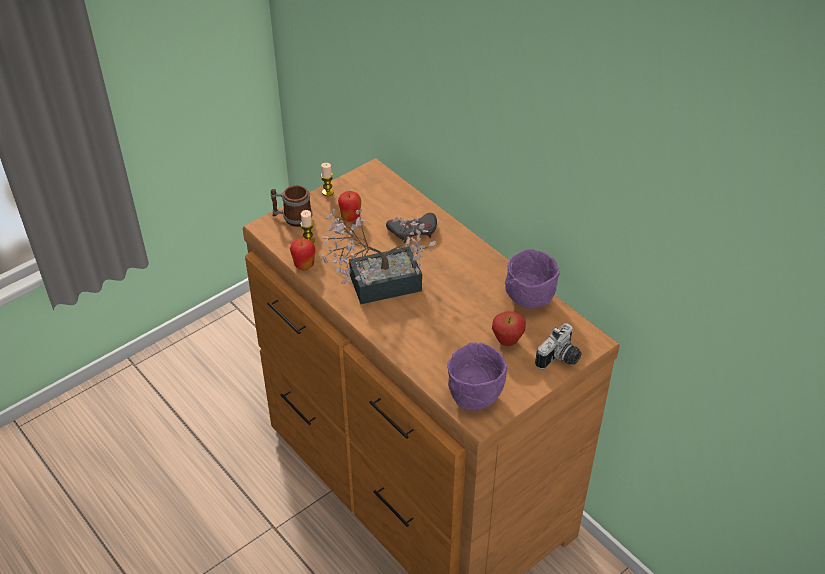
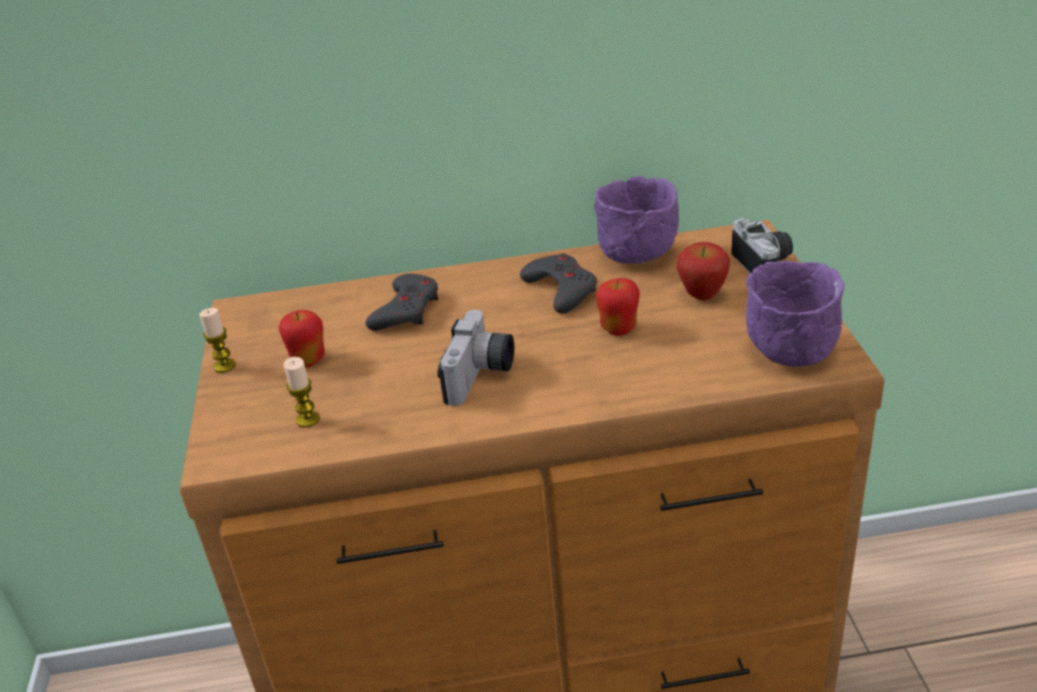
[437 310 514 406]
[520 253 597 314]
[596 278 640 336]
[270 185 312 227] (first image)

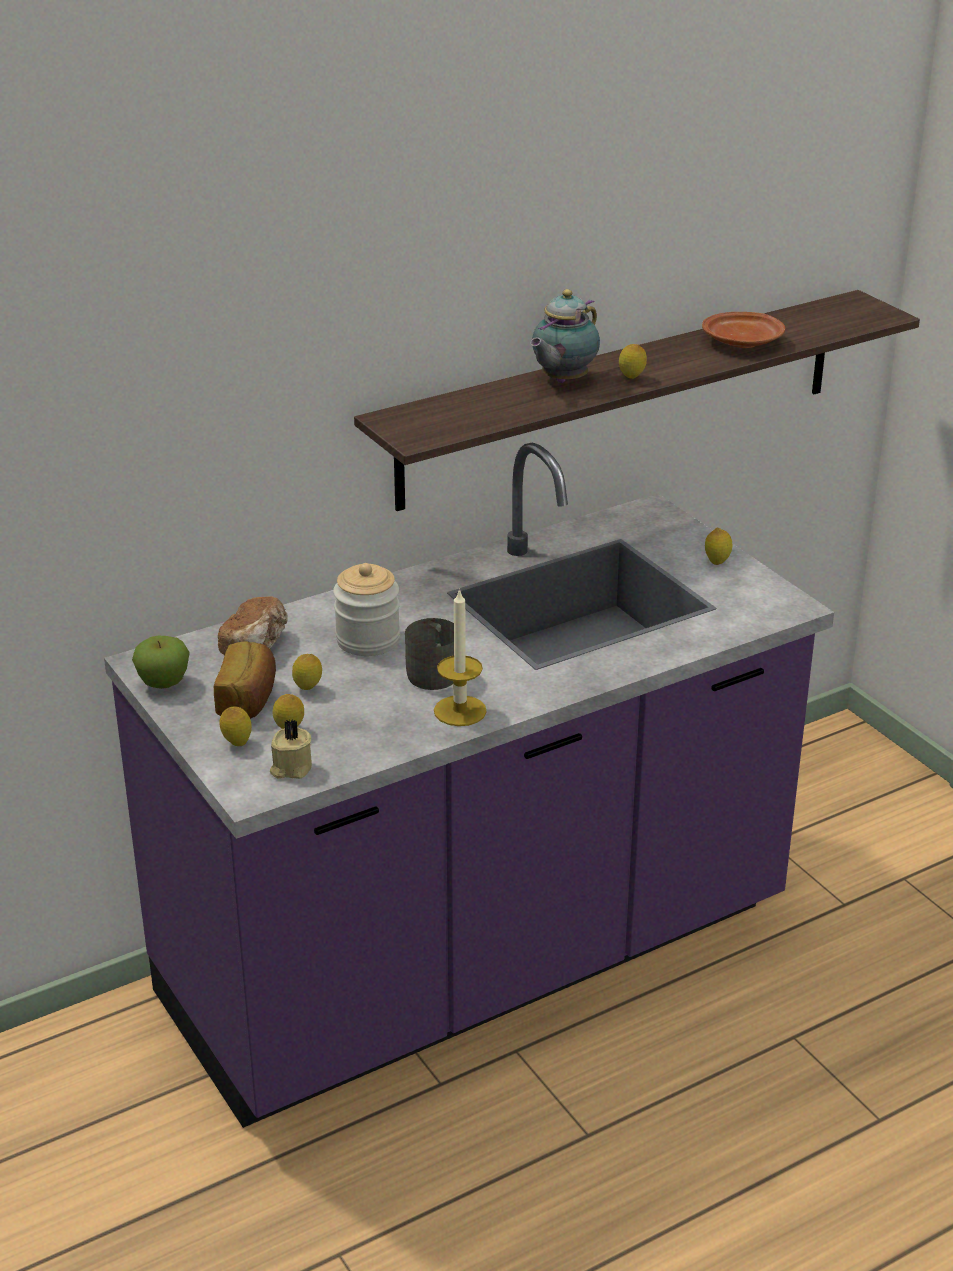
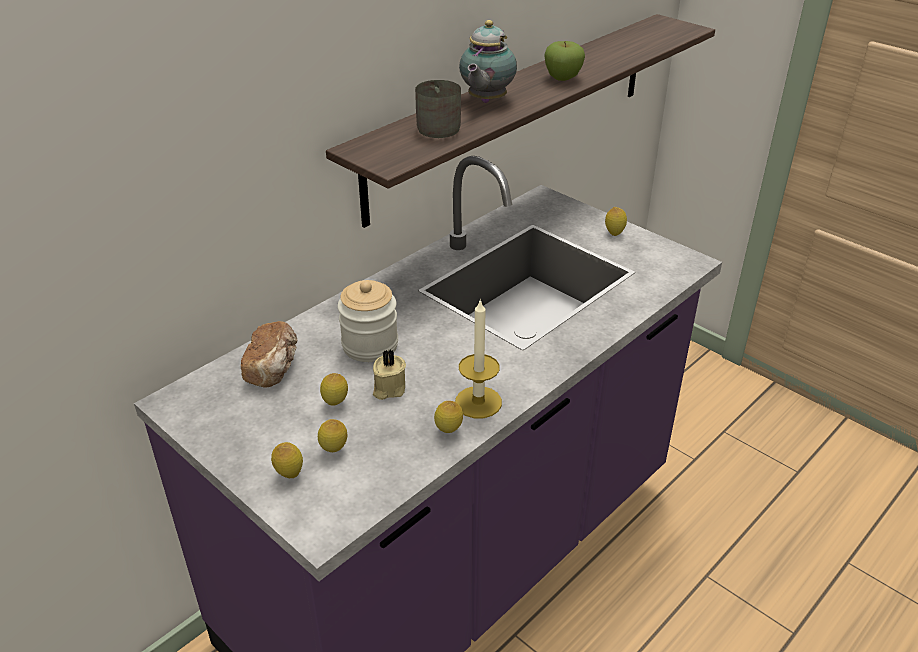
[373 350 406 400]
[415 80 461 138]
[434 401 463 433]
[544 41 585 81]
[214 641 276 719] (first image)
[702 312 785 348] (first image)

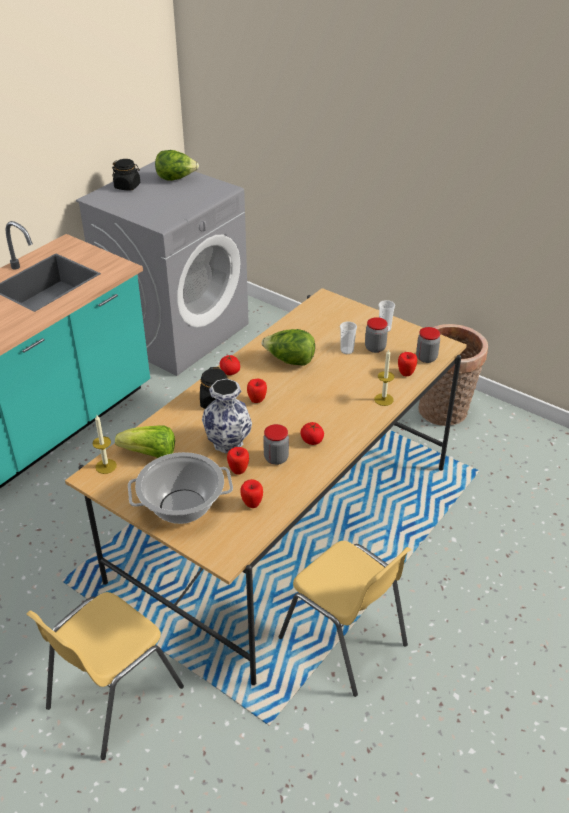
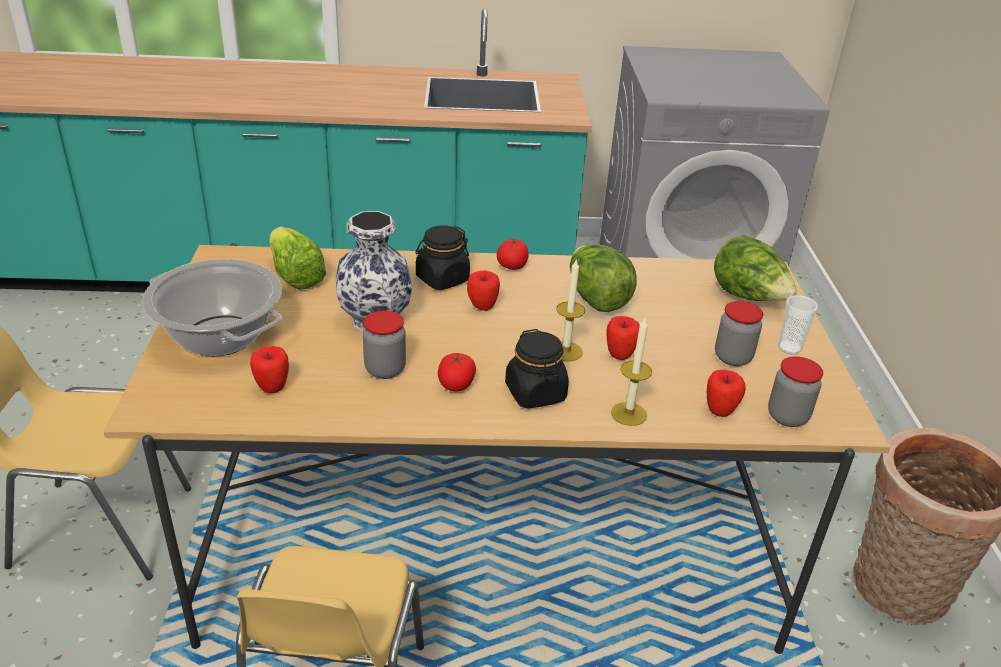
[505 329 569 409]
[557 258 585 362]
[607 316 640 360]
[714 235 797 301]
[340 321 357 354] (first image)

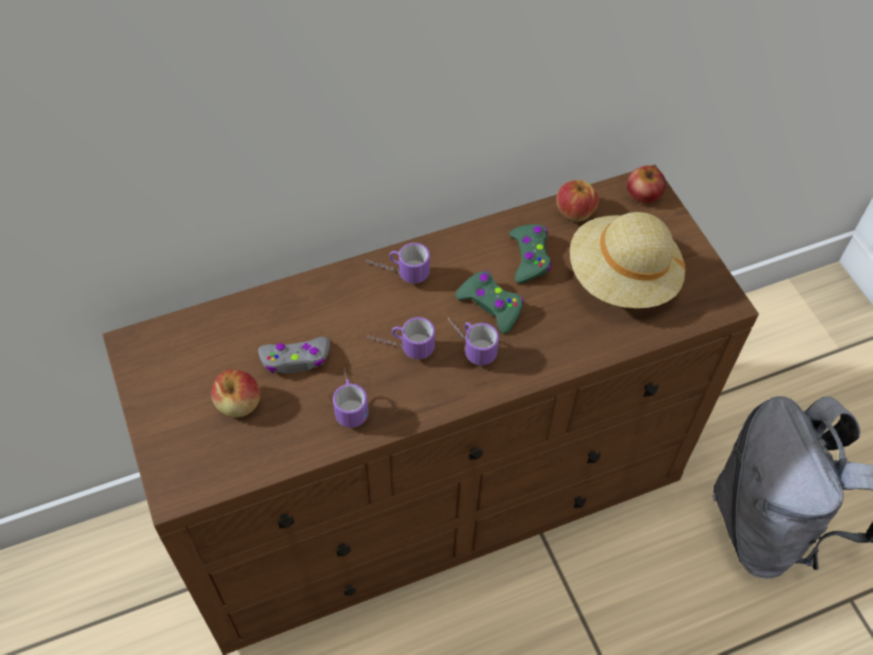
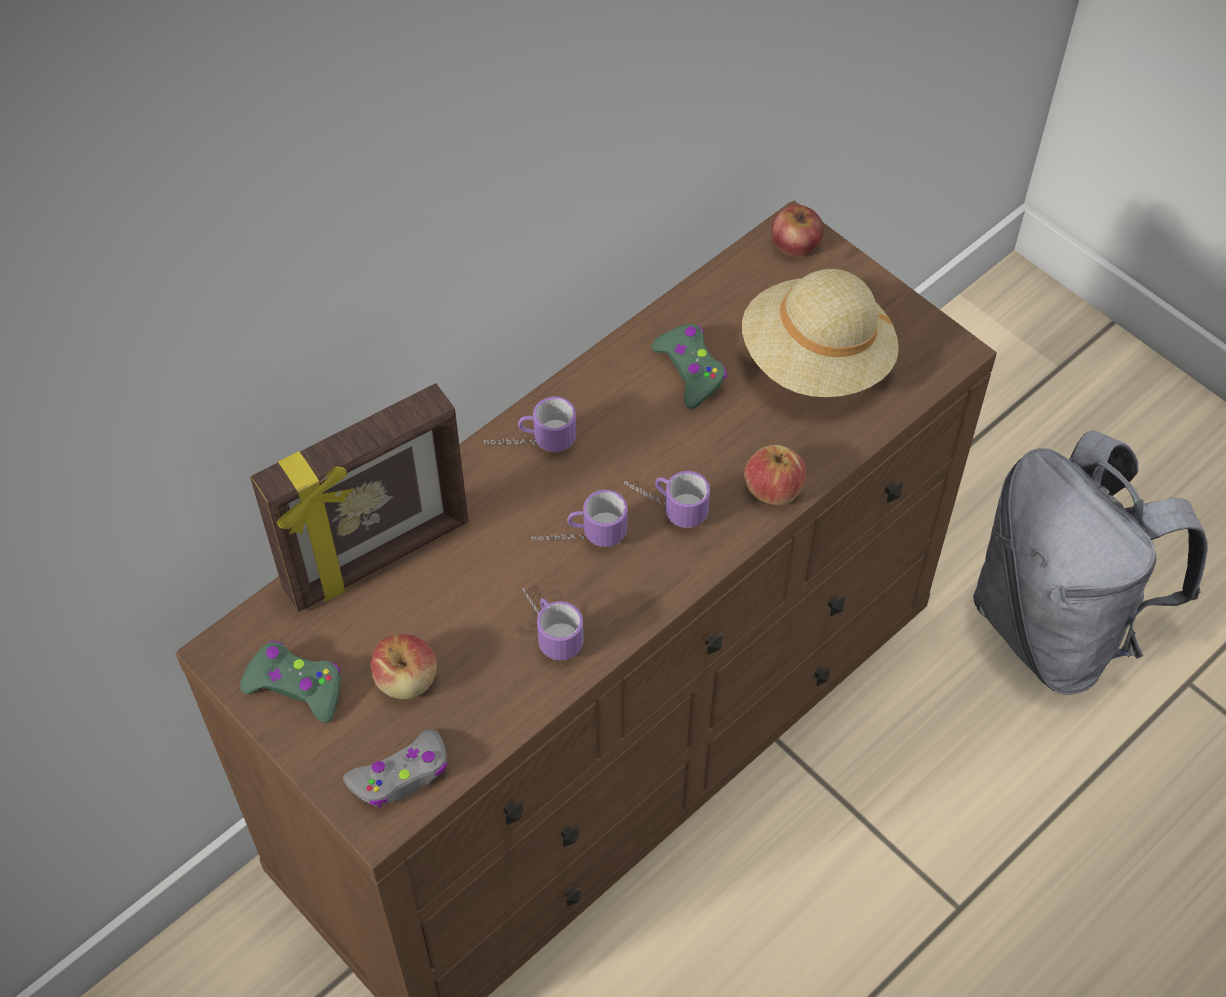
[240 641 341 723]
[250 383 469 612]
[343 729 447 808]
[744 445 806 505]

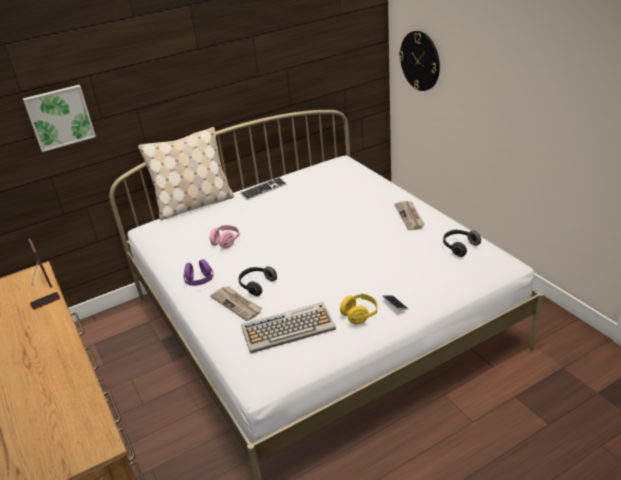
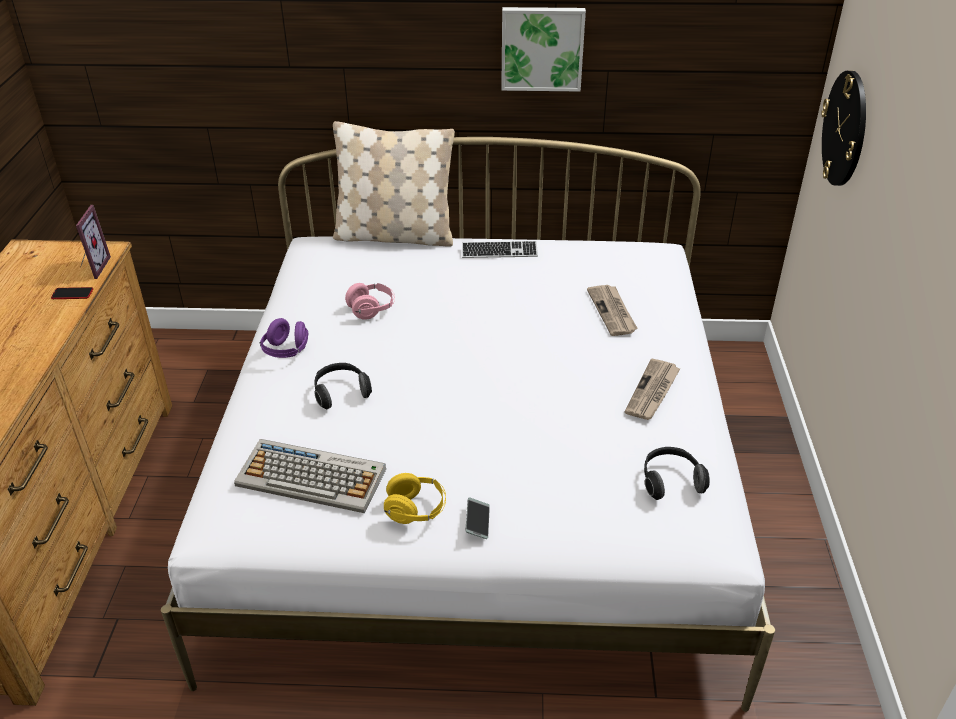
[501 7 586 91]
[587 285 637 336]

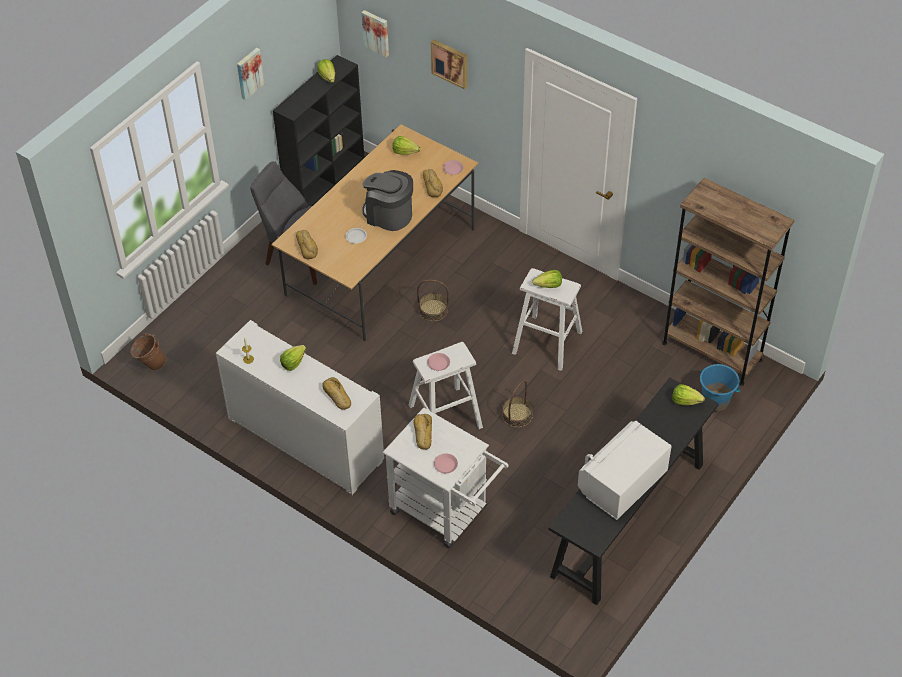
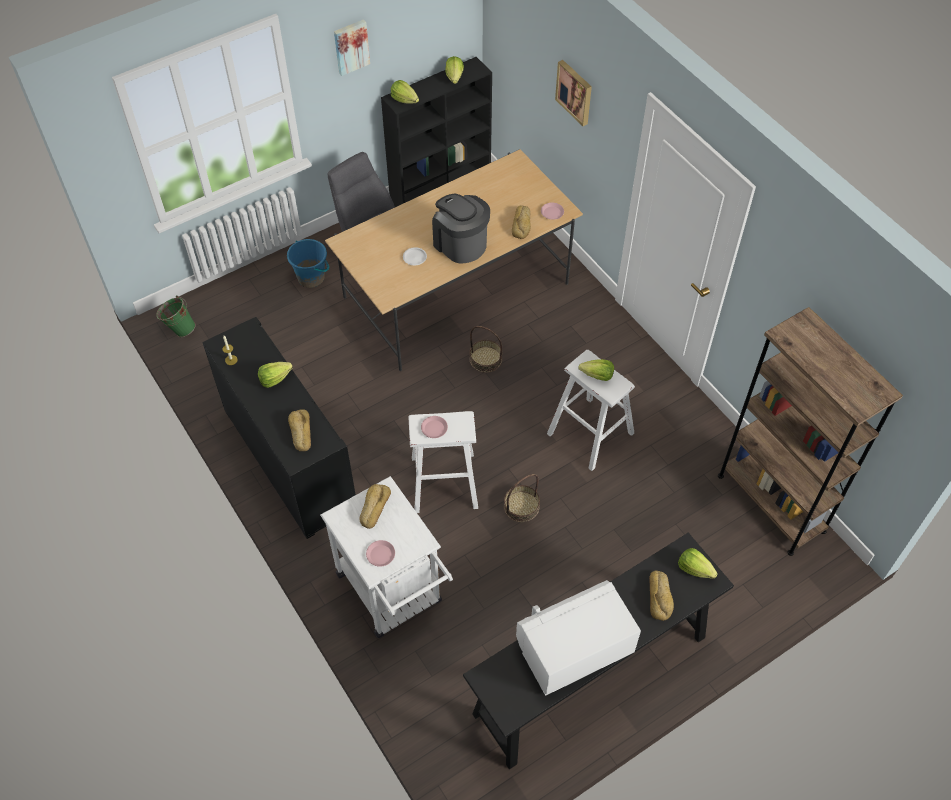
[156 296 196 337]
[202 317 356 539]
[287 239 329 288]
[391 80 419 103]
[649 571 674 621]
[362 10 389 57] (first image)

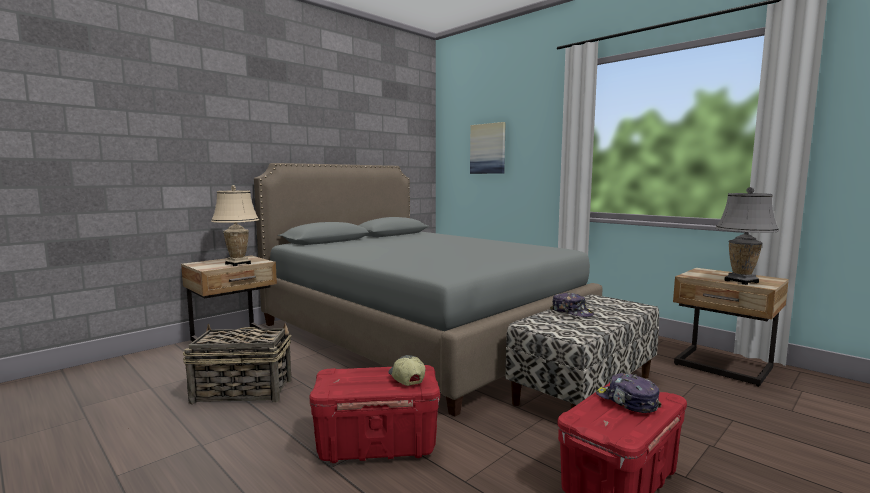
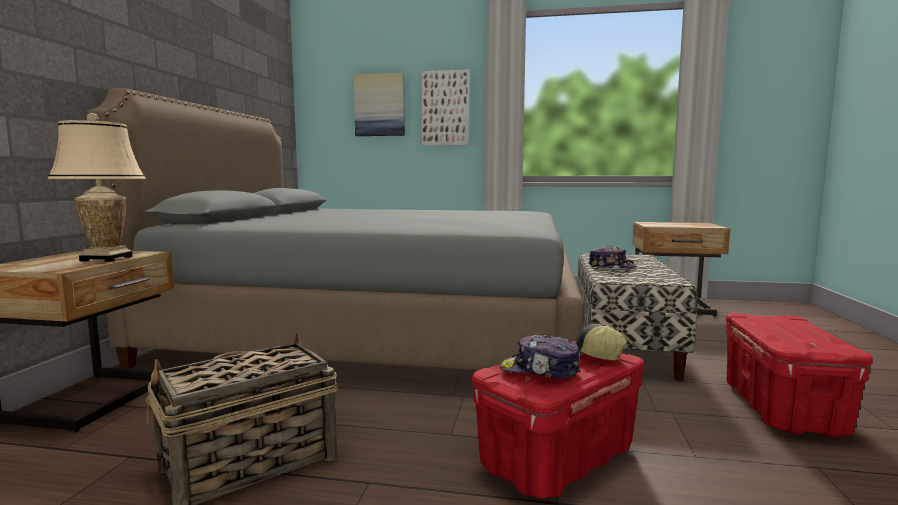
[421 70 470 146]
[500 334 580 379]
[716 187 779 285] (first image)

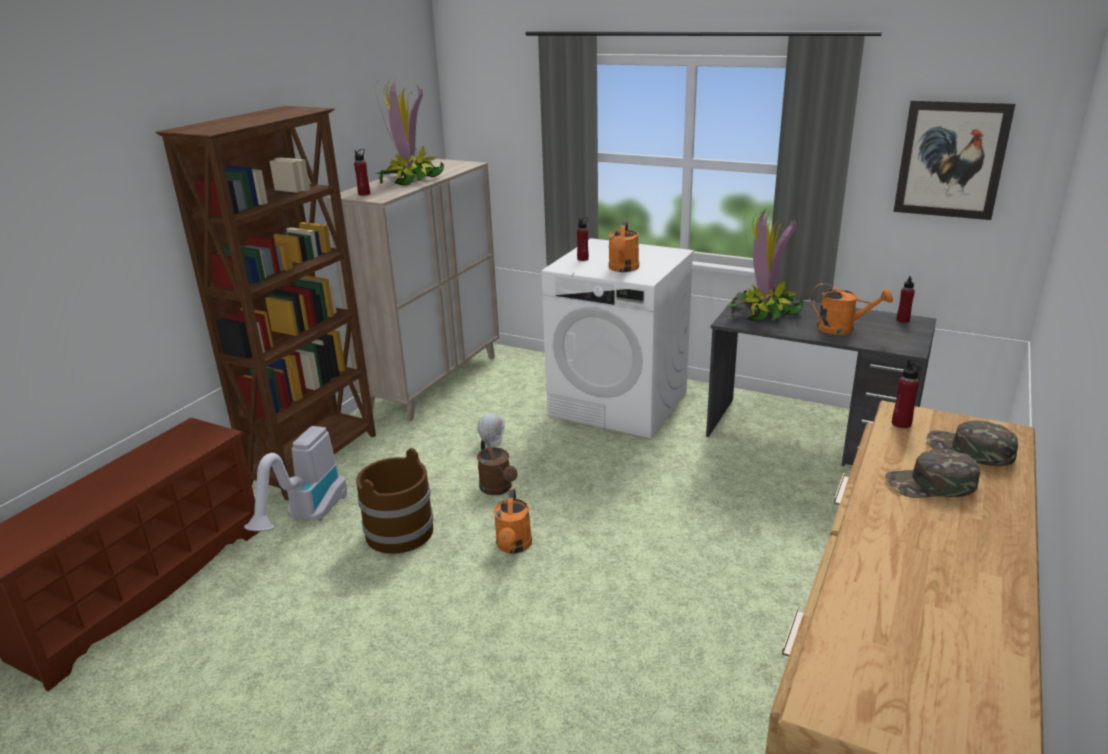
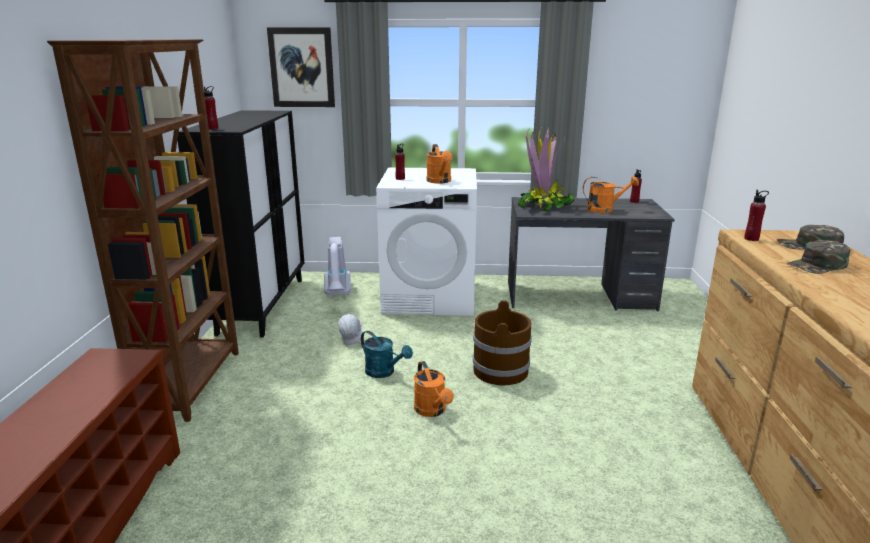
[177 110 305 338]
[267 27 335 107]
[324 237 351 296]
[361 331 413 378]
[473 300 532 385]
[375 78 444 186] (first image)

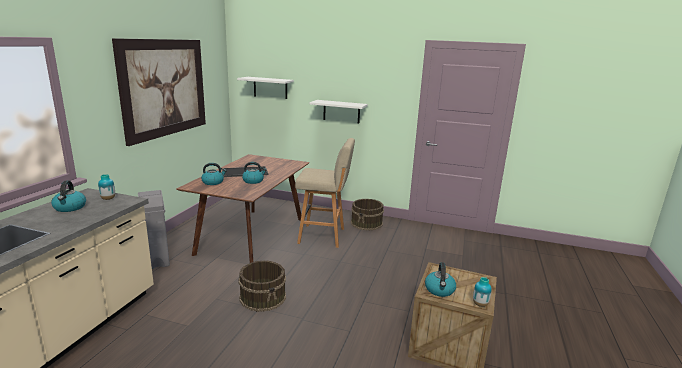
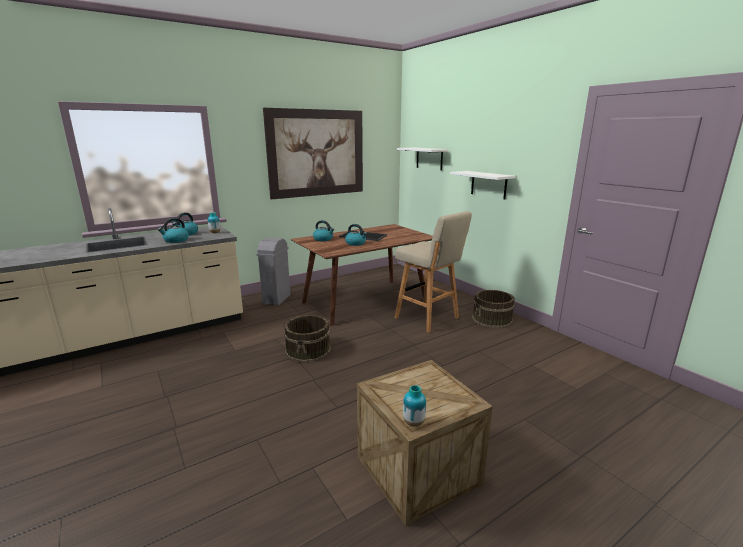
[158 218 189 243]

